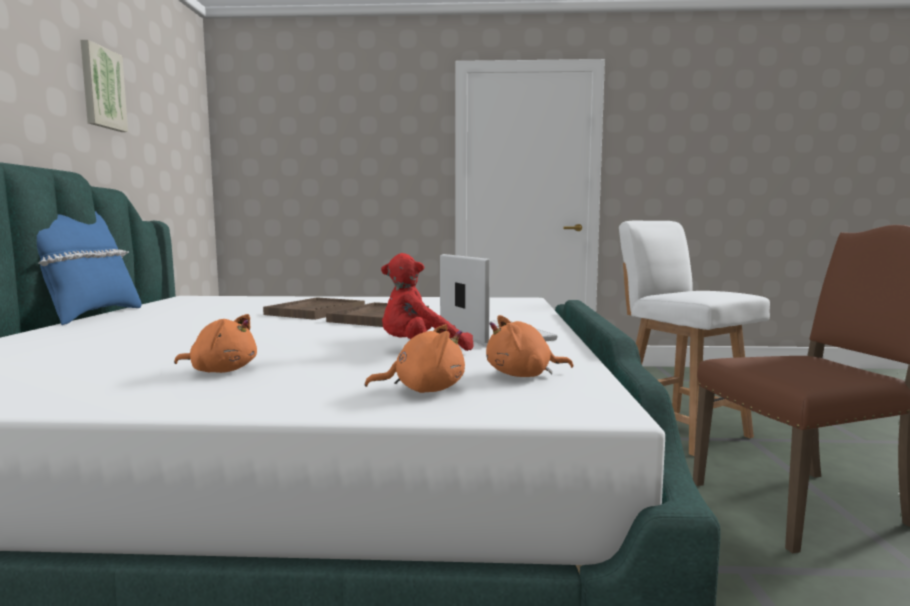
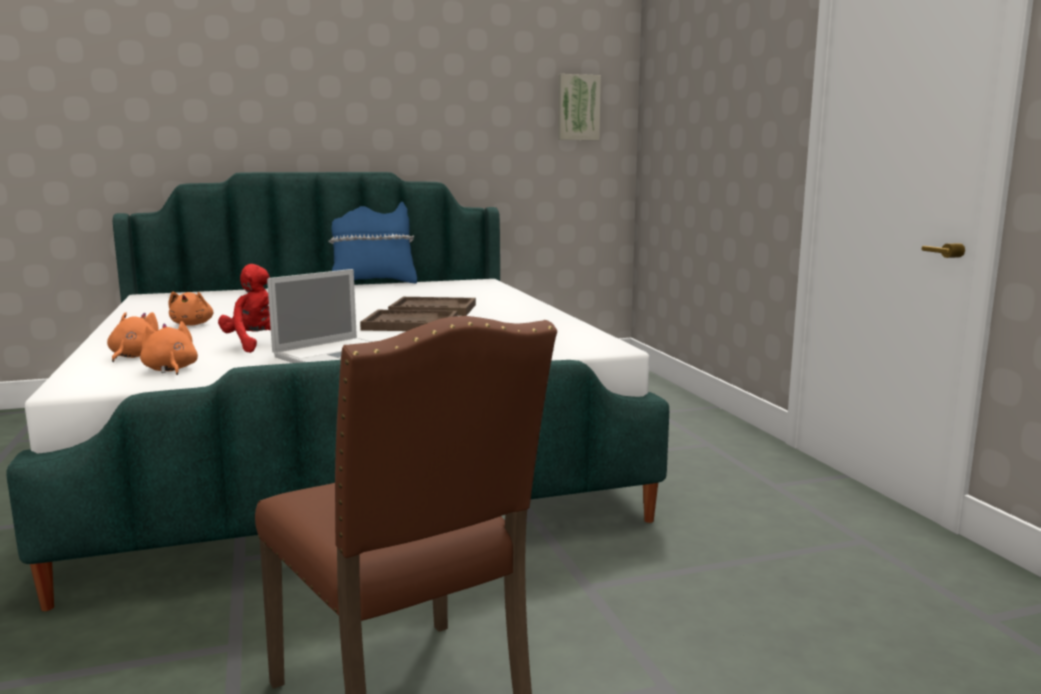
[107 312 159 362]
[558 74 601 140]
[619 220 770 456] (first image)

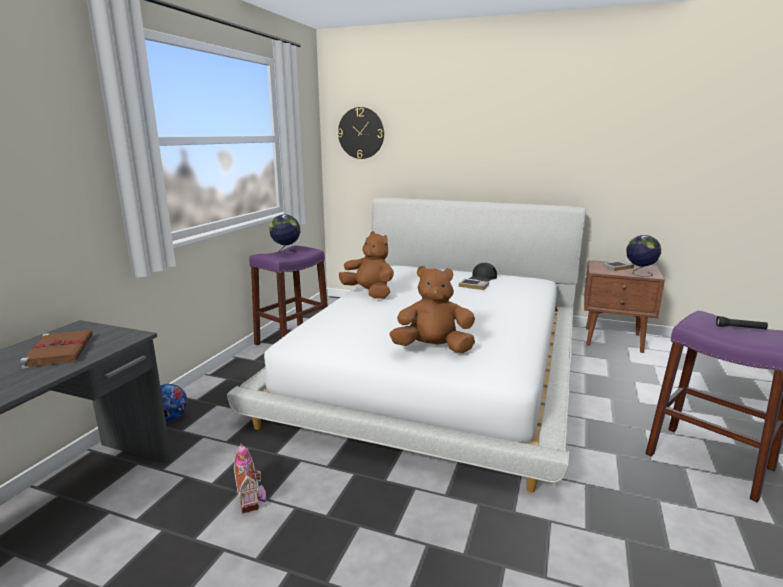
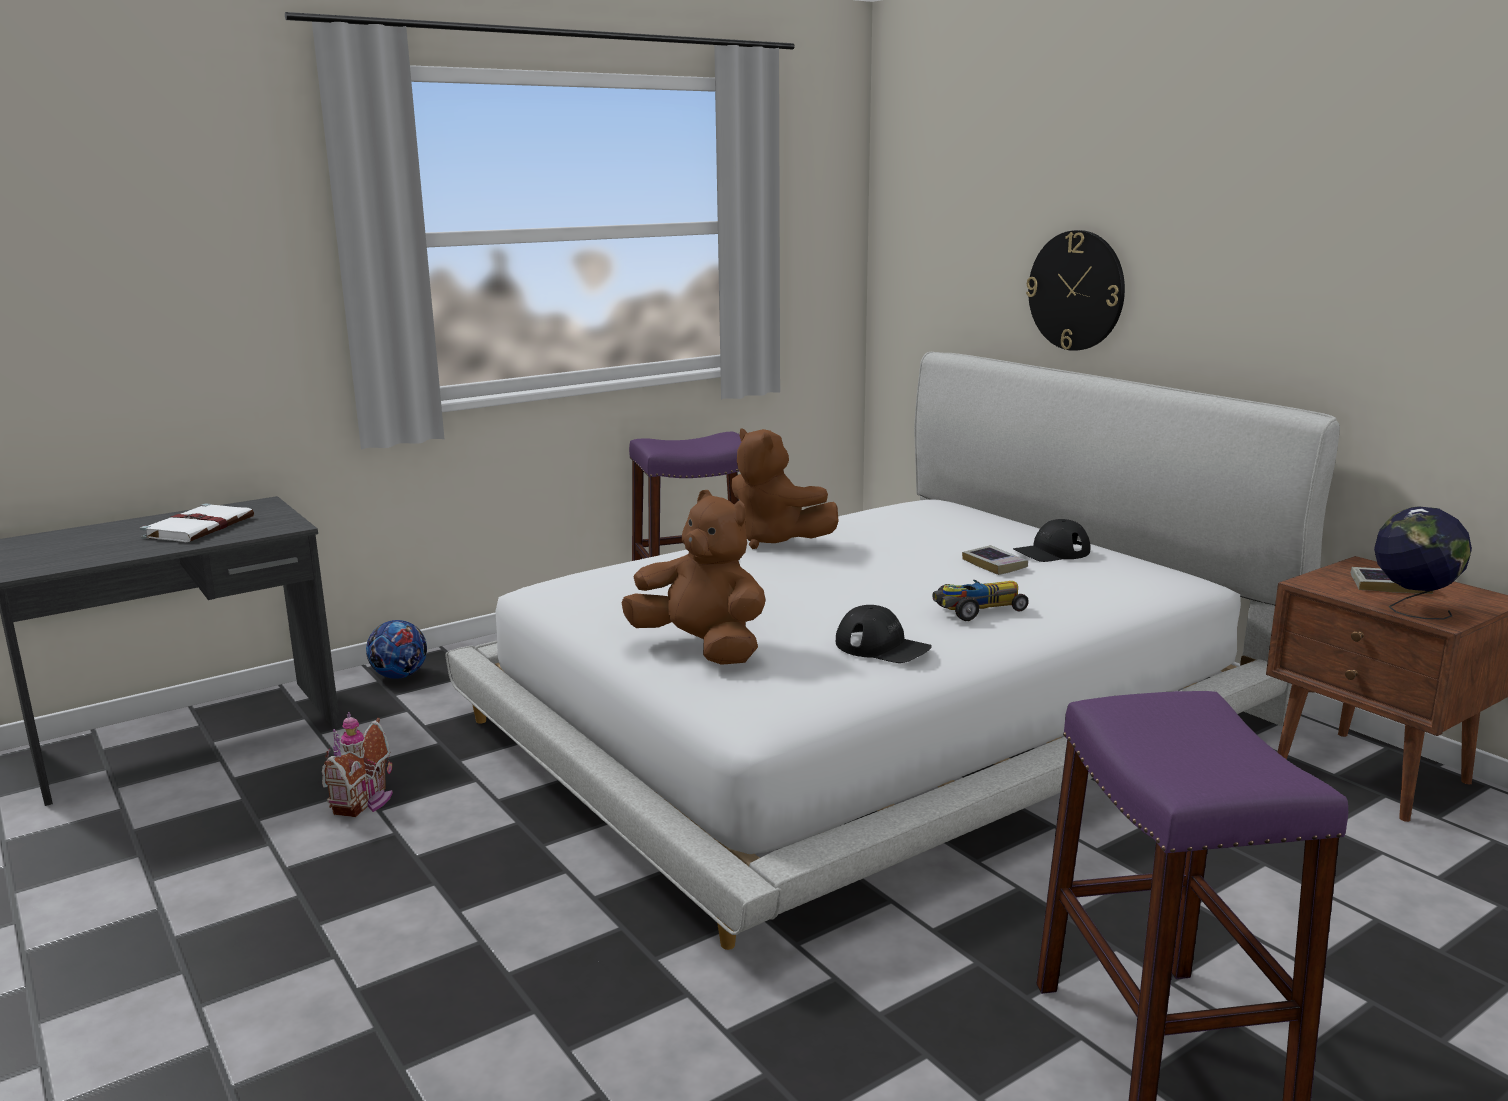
[140 504 254 542]
[731 428 839 549]
[836 605 932 663]
[933 580 1029 621]
[1026 230 1125 351]
[269 214 300 255] (first image)
[716 316 768 330] (first image)

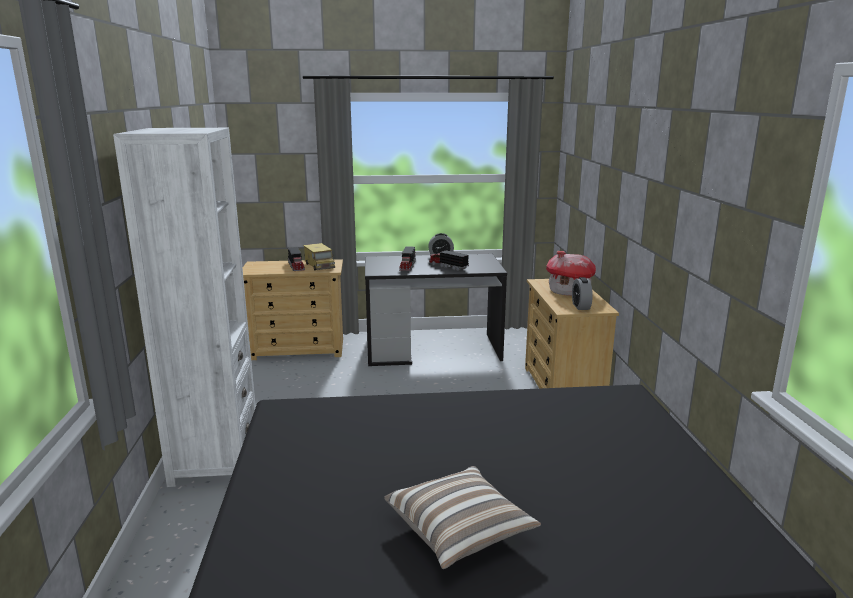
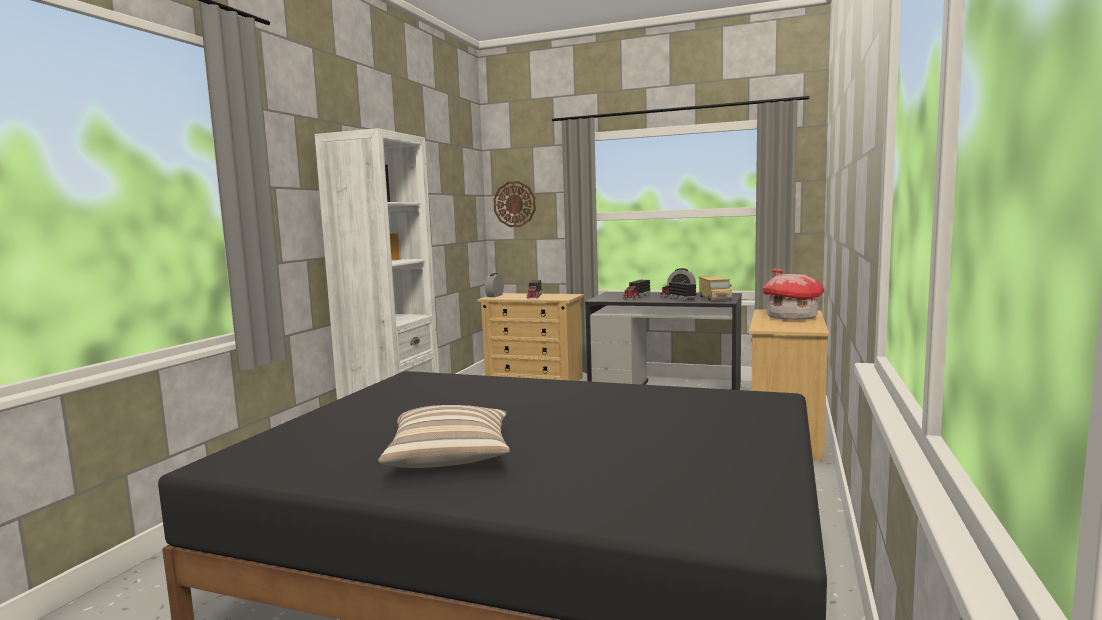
[485 273 504 297]
[493 181 536 227]
[698 276 733 301]

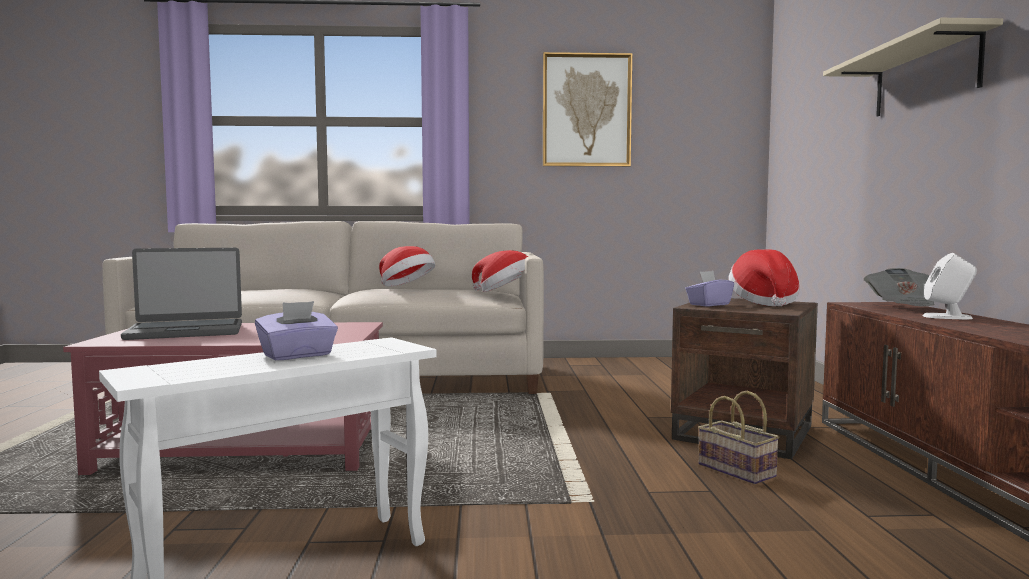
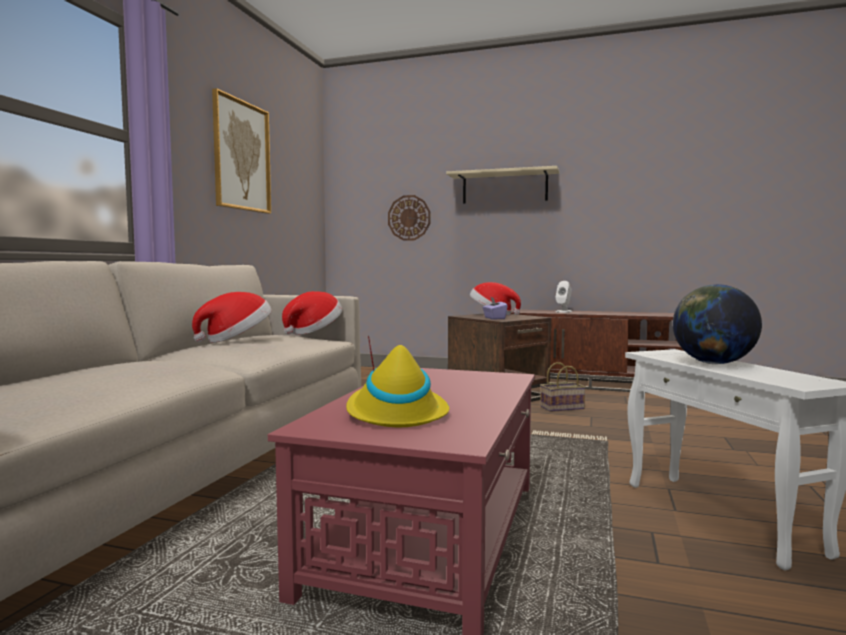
[346 336 449 427]
[388 195 430 241]
[673 284 762 364]
[864 268 934 306] (first image)

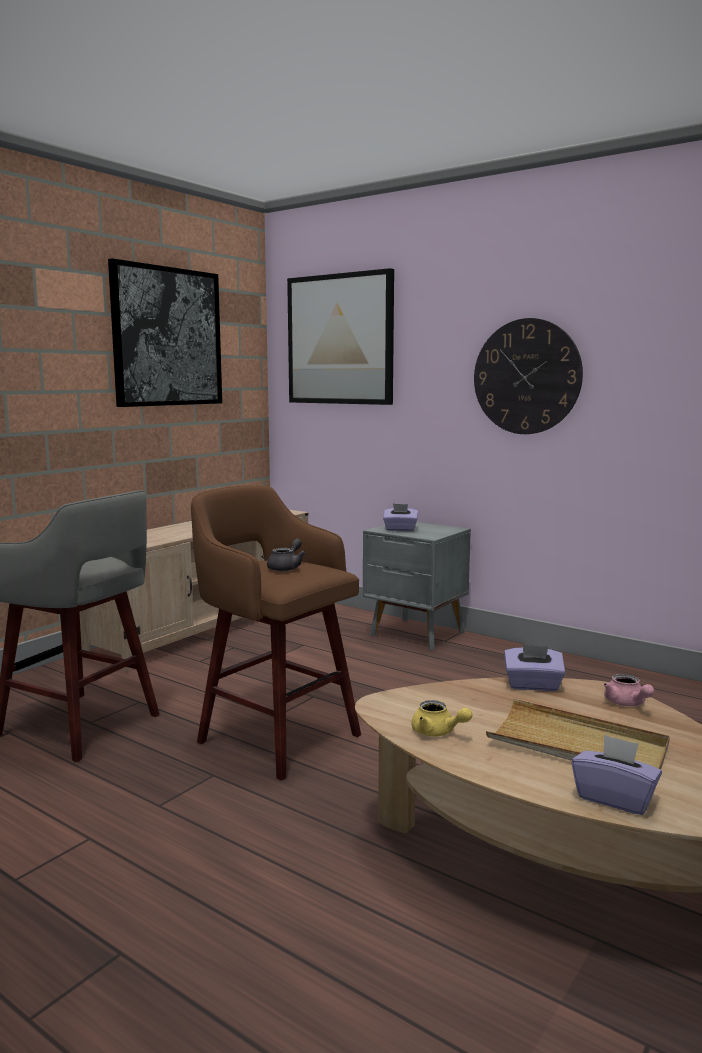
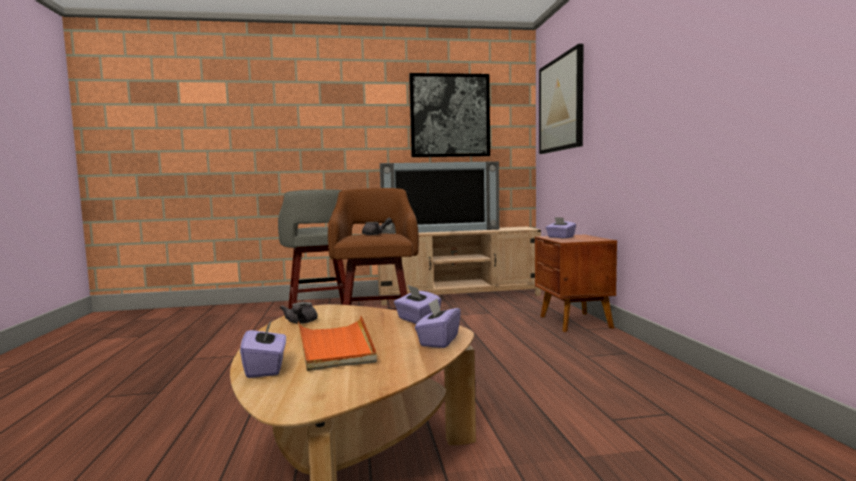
[280 302 318 324]
[298 315 377 371]
[380 161 500 234]
[415 298 461 348]
[535 235 617 332]
[474 318 583 434] (first image)

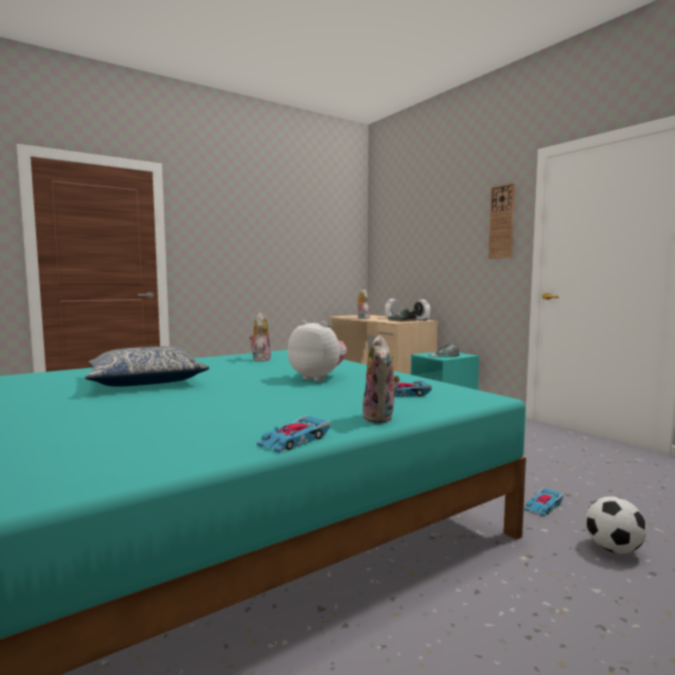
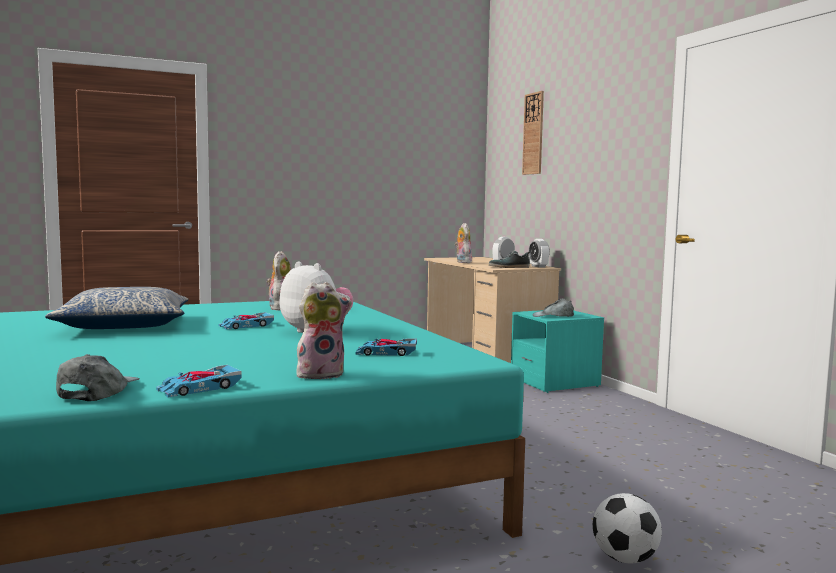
[56 354 139 401]
[219 312 274 330]
[296 282 352 379]
[522 91 544 175]

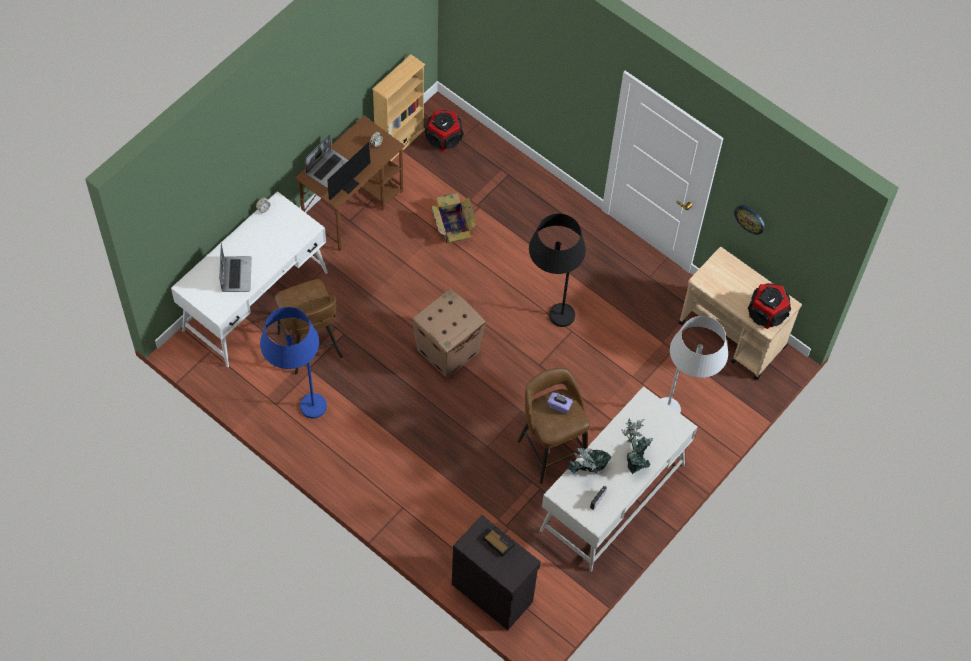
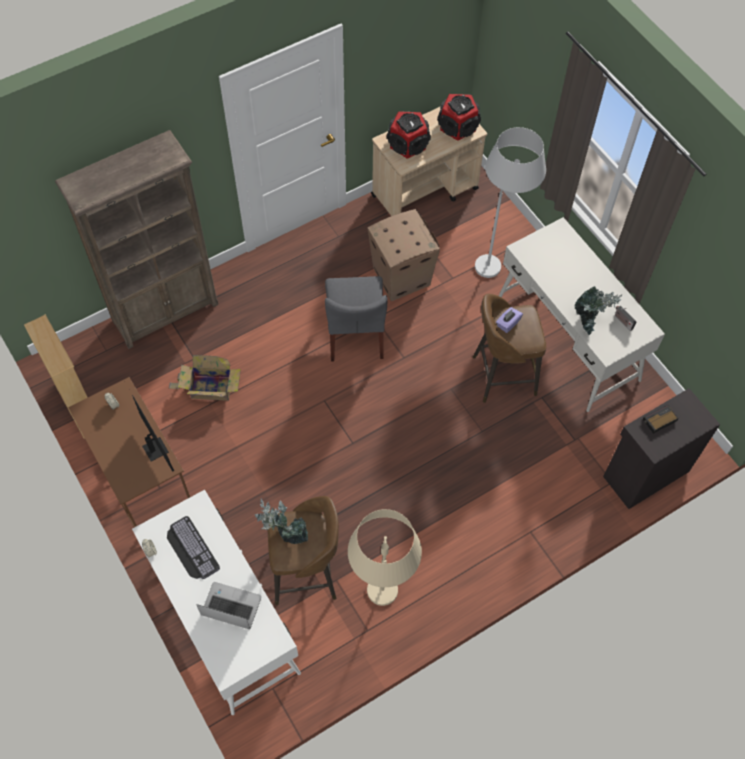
[55 130 218 349]
[167 516 220 579]
[255 498 308 544]
[325 276 388 362]
[348 509 422 606]
[367 209 440 301]
[387 111 431 159]
[305 134 348 188] (first image)
[734 205 765 235] (first image)

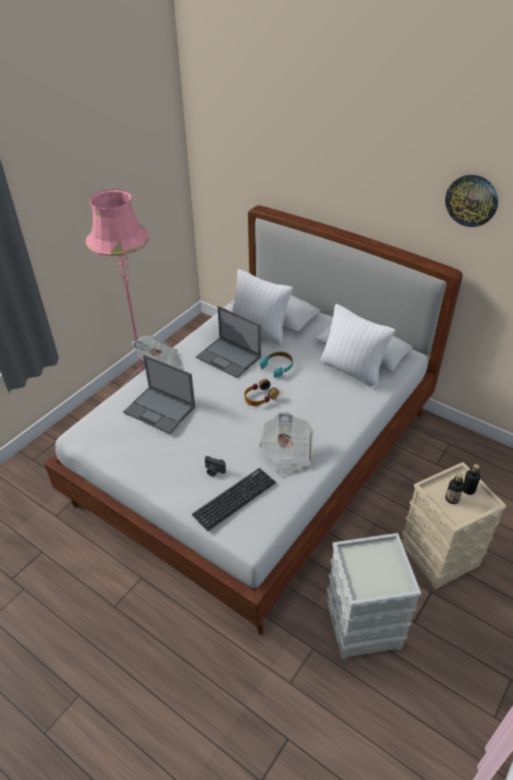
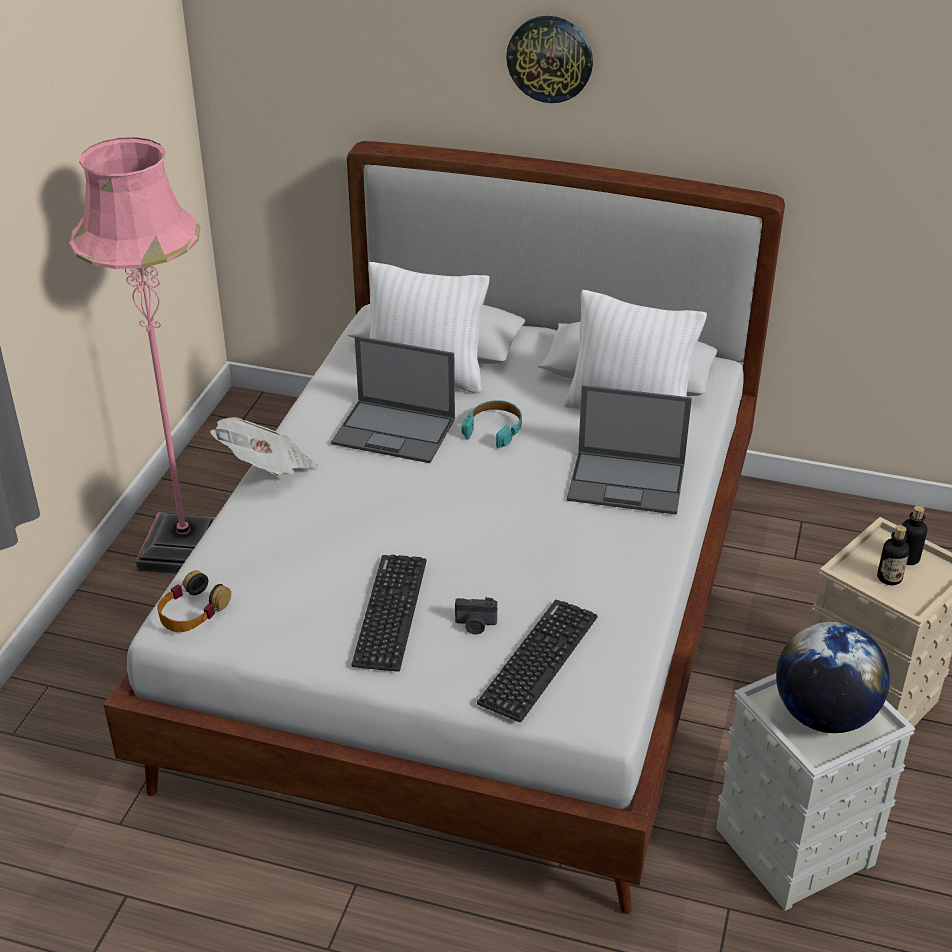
[157 570 231 632]
[351 555 427 672]
[506 16 593 103]
[567 385 692 515]
[776 622 890 733]
[259 412 313 477] (first image)

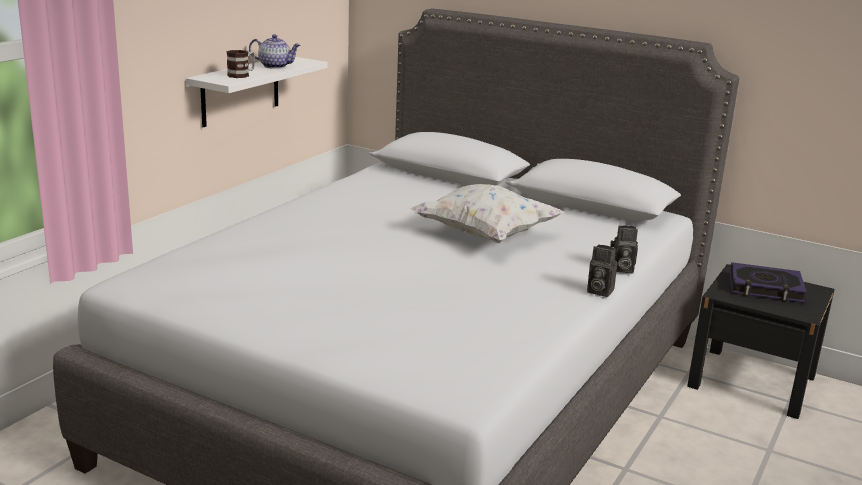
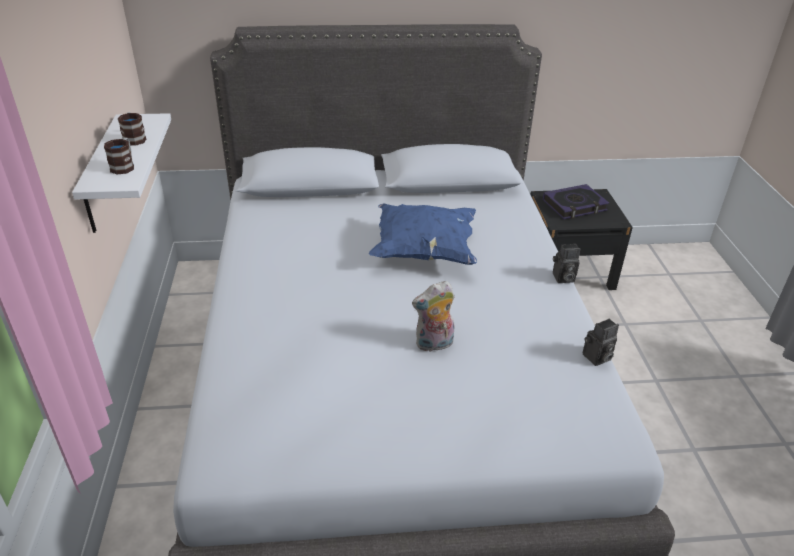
[118 112 146 146]
[369 203 477 265]
[412 281 455 352]
[583 319 619 366]

